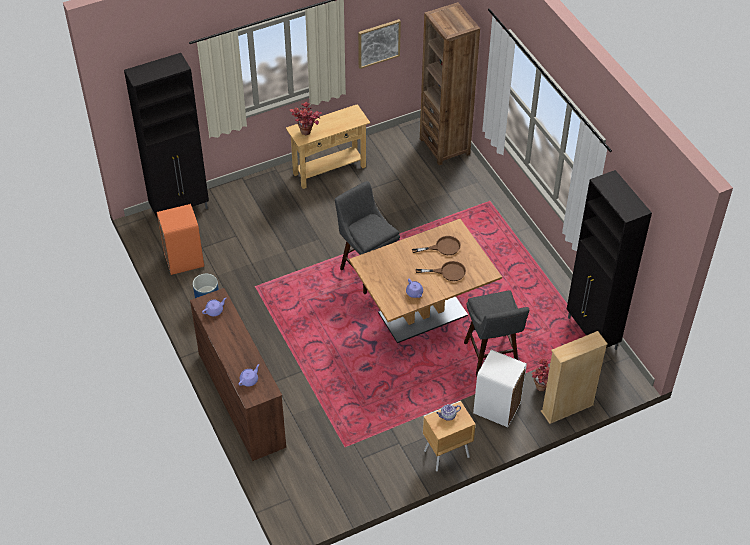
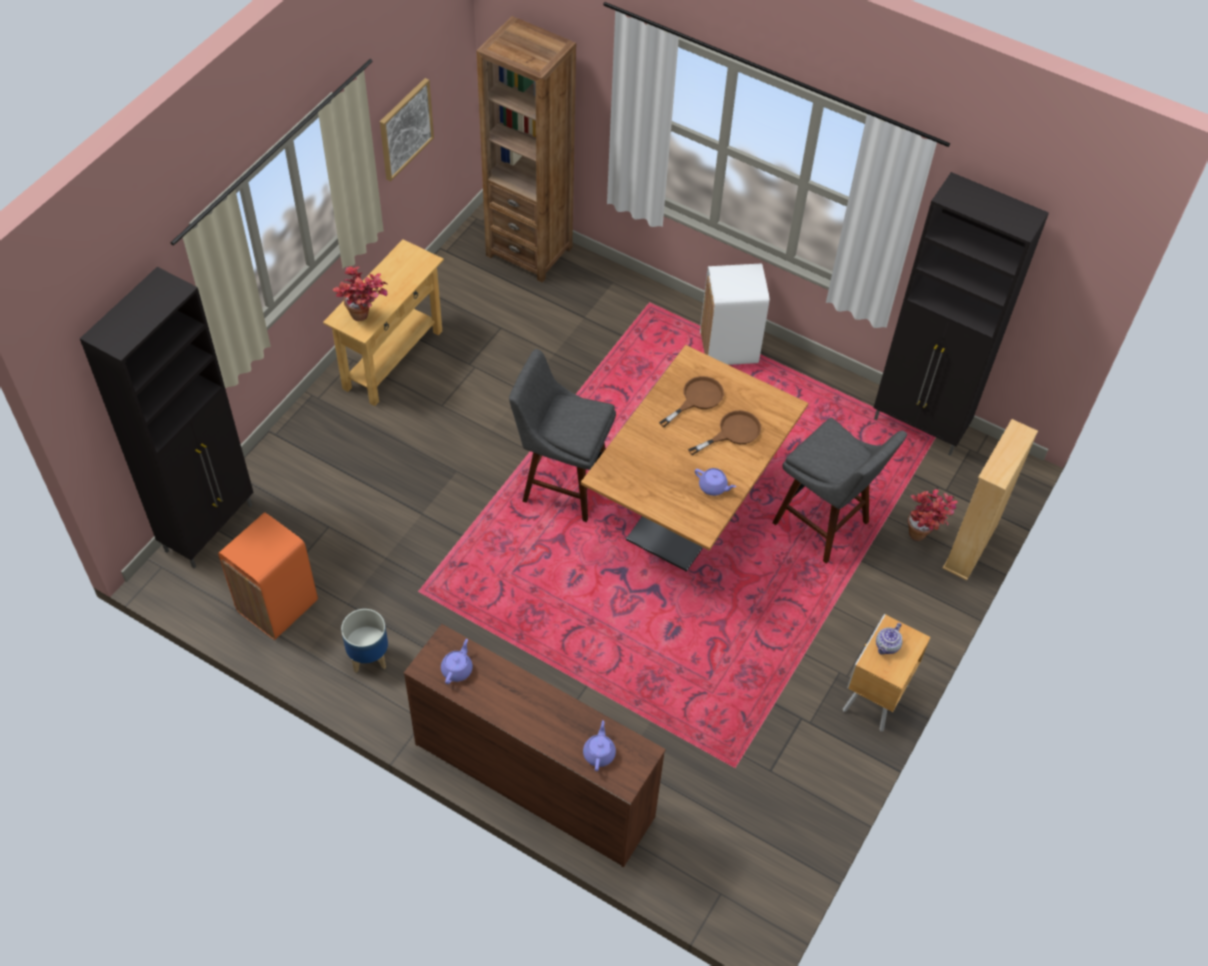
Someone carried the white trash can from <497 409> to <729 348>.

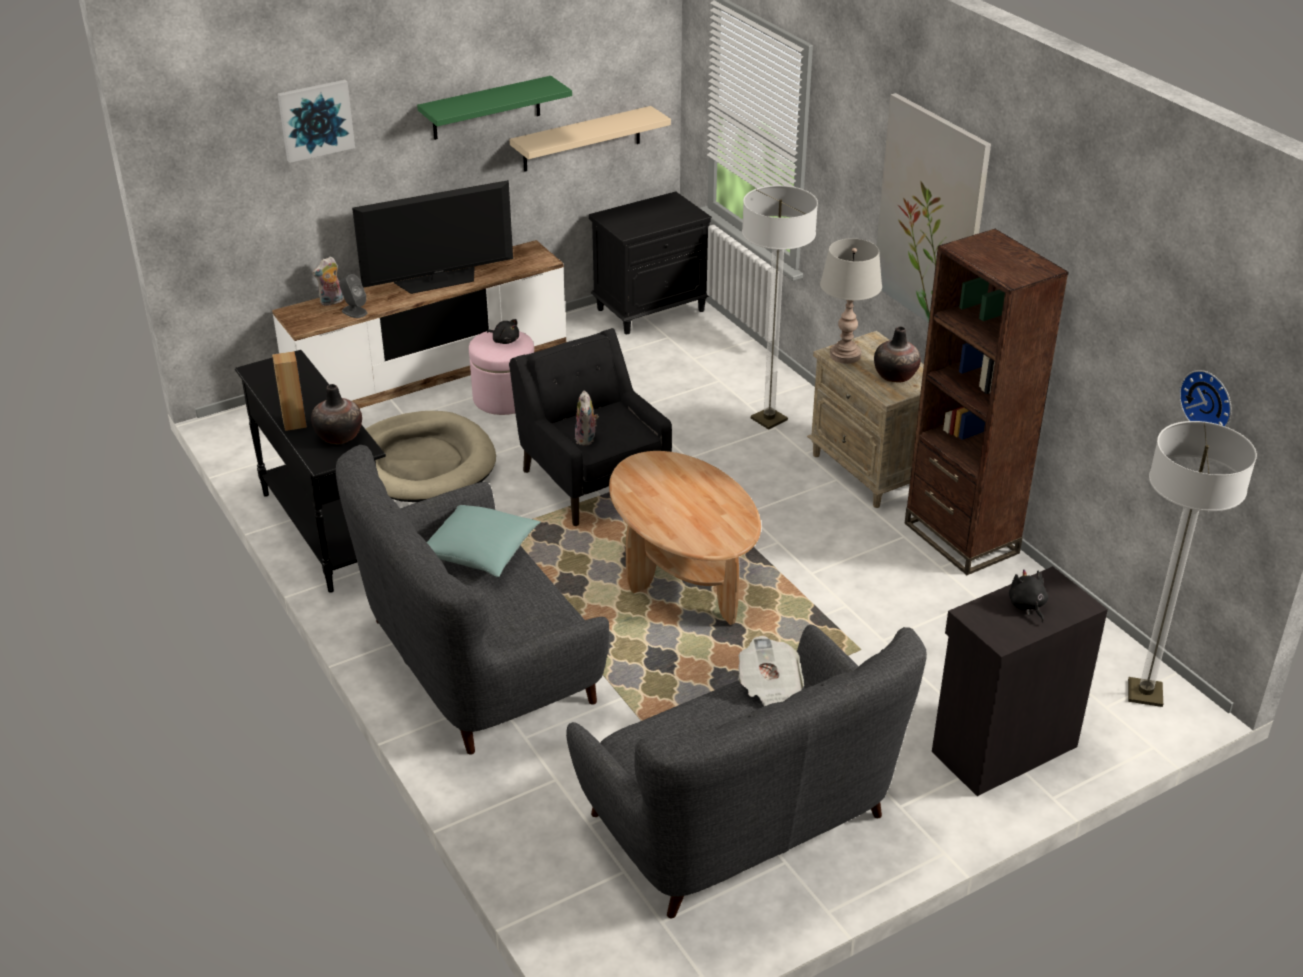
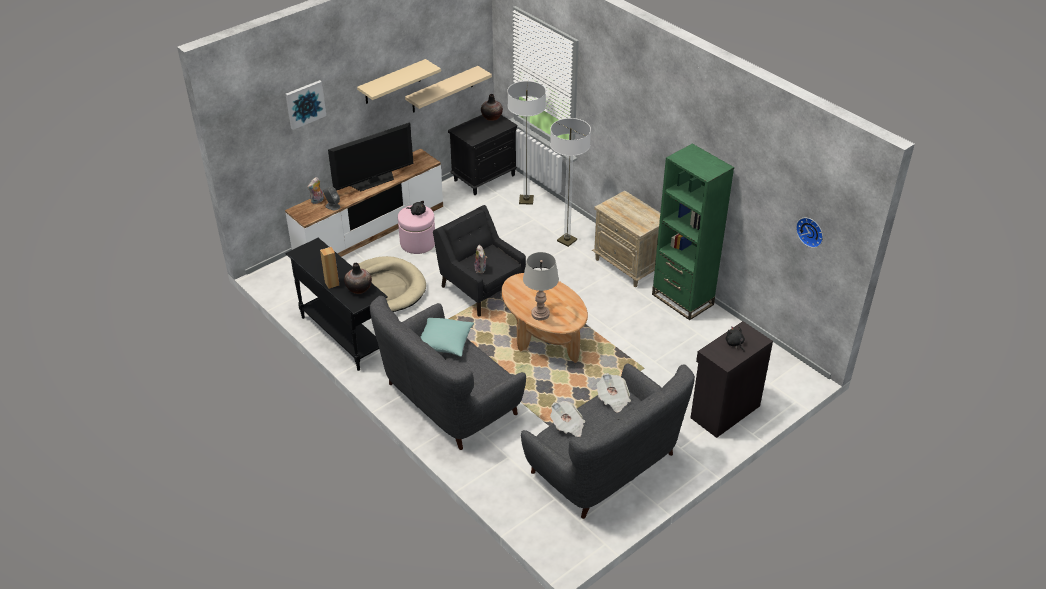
Someone repainted the green shelf at <486 108>, which became the beige shelf at <392 82>.
Someone carried the vase from <895 375> to <491 117>.
Someone carried the floor lamp from <1145 693> to <526 200>.
Someone carried the grey table lamp from <845 355> to <540 314>.
Someone put down the newspaper at <567 426>.
Someone repainted the brown bookcase at <961 538>, which became the green bookcase at <682 299>.
Someone took away the picture at <930 218>.

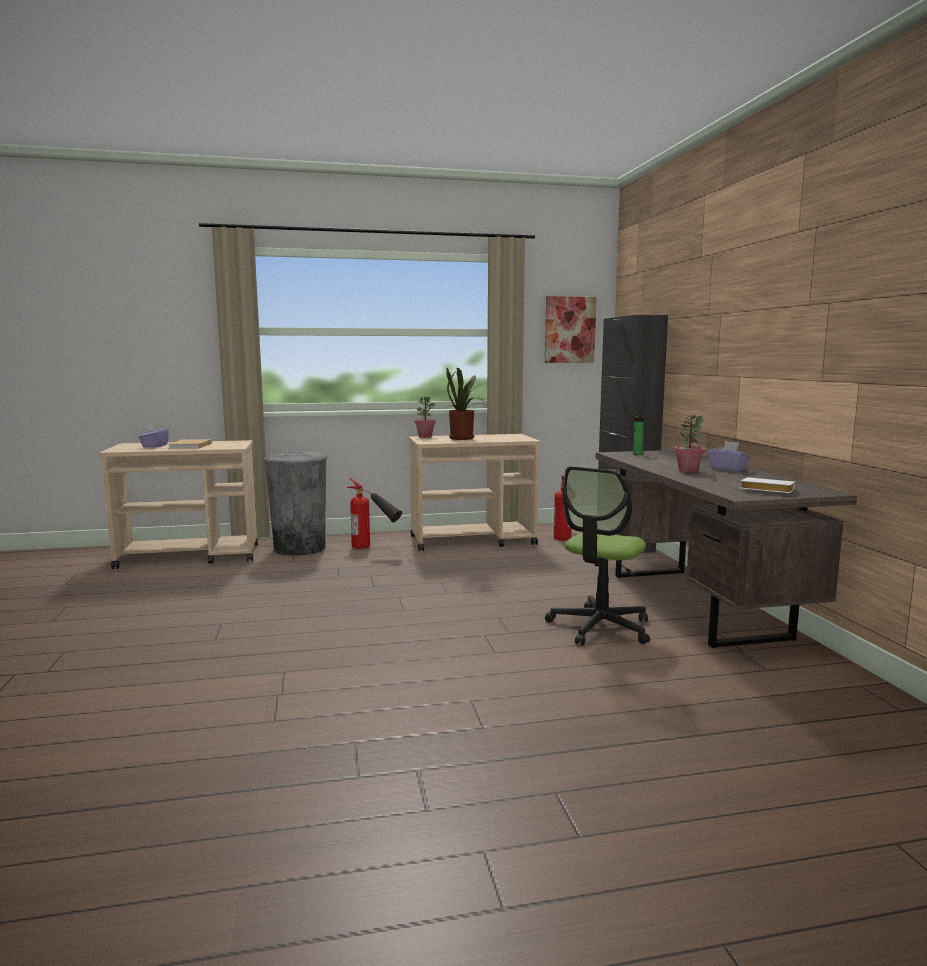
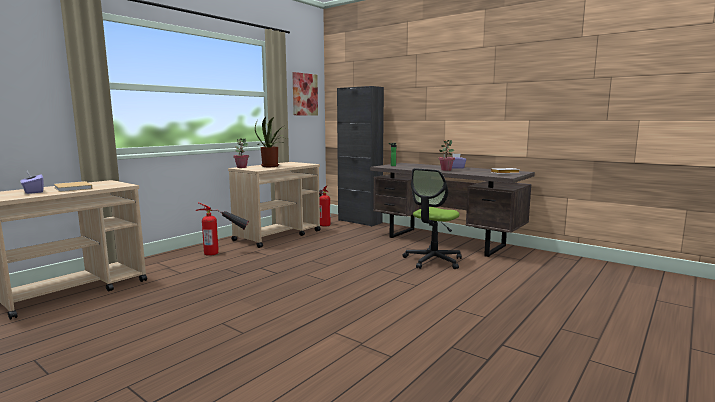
Someone rotated the office chair at <600 627> by 45 degrees clockwise.
Someone took away the grey trash can at <299 548>.

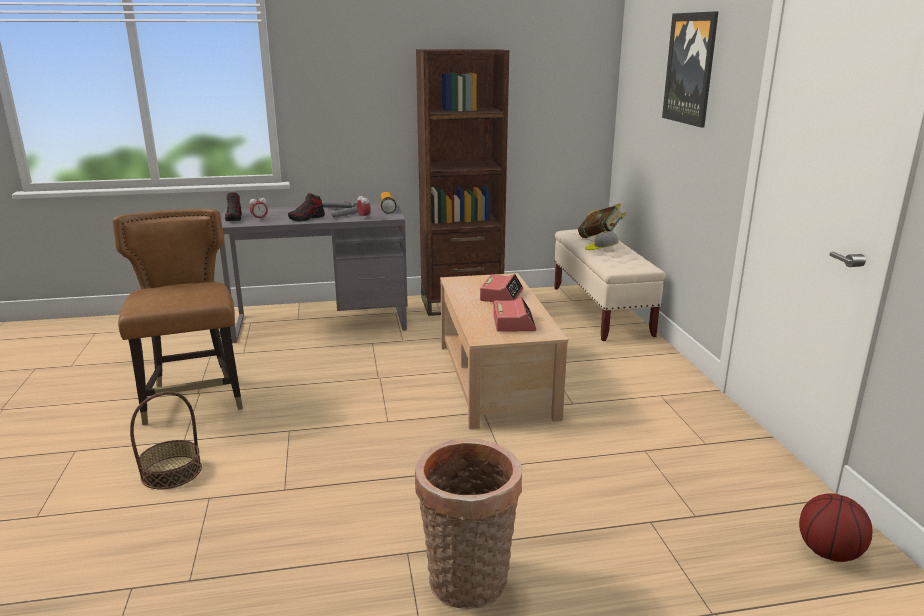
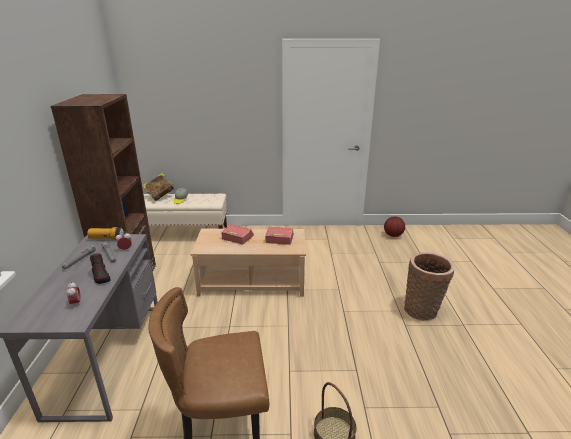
Someone took away the shoe at <234 218>.
Someone took away the picture at <690 68>.

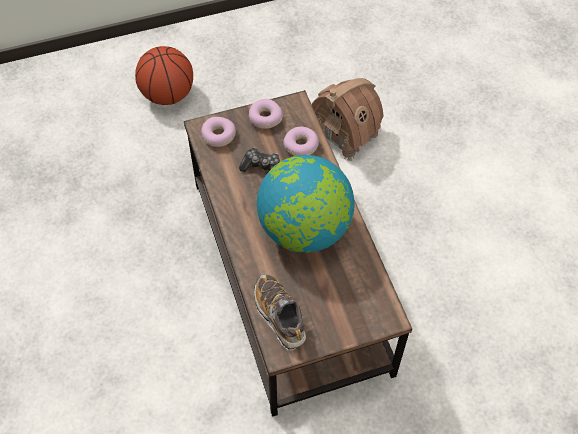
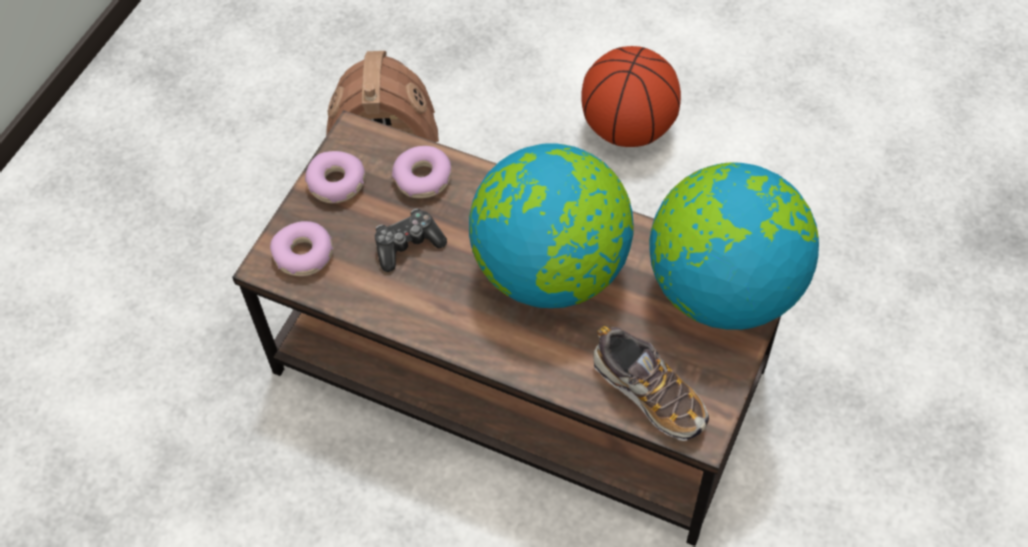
Someone carried the basketball from <167 95> to <628 129>.
Someone rotated the shoe at <279 316> by 150 degrees counterclockwise.
Someone put down the globe at <723 289>.

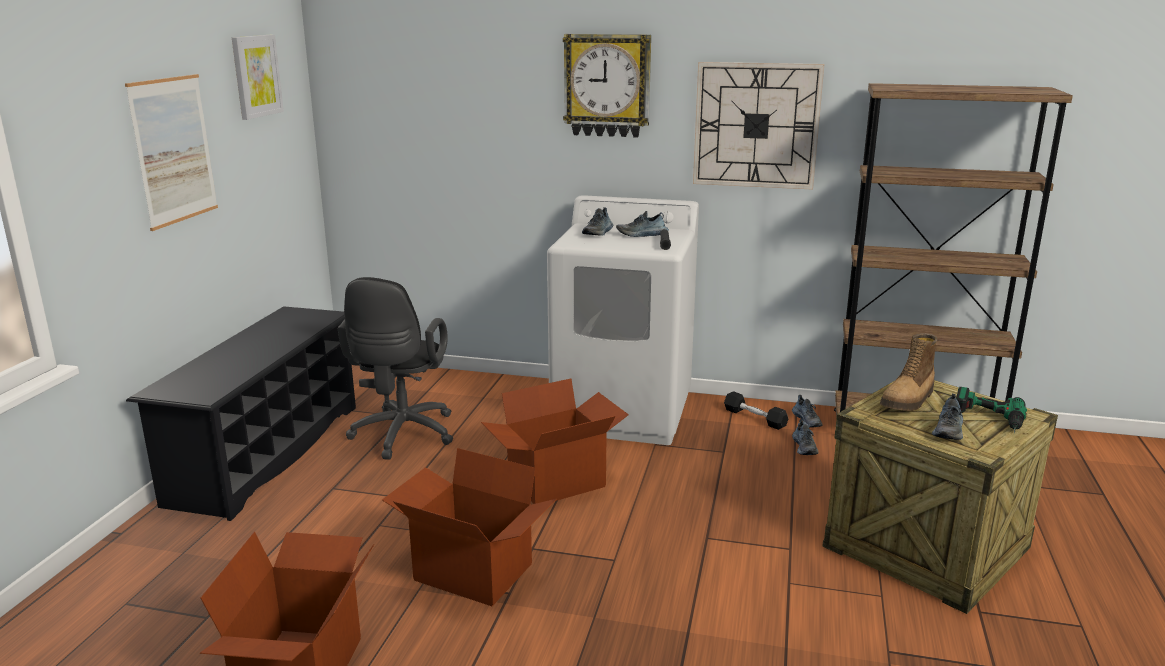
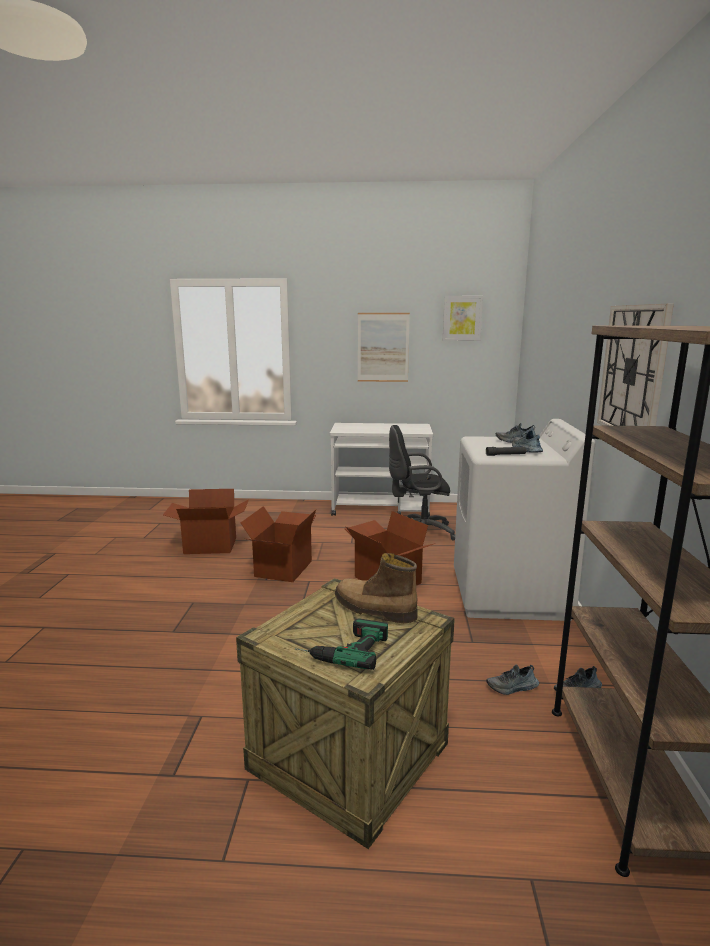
Someone swapped the black shoe rack at <266 453> for the white cart at <381 509>.
Someone took away the wall clock at <607 85>.
Someone took away the black dumbbell at <754 418>.
Someone took away the shoe at <949 430>.

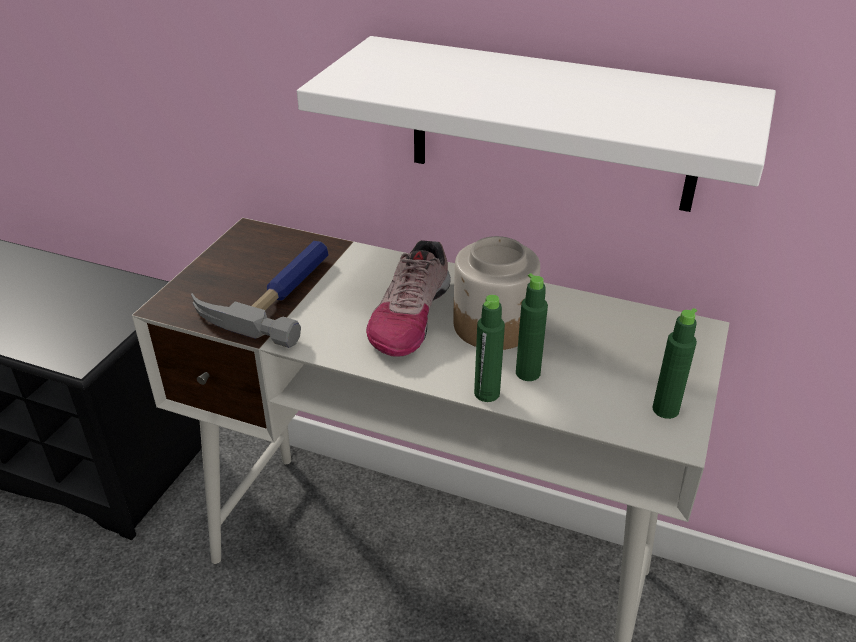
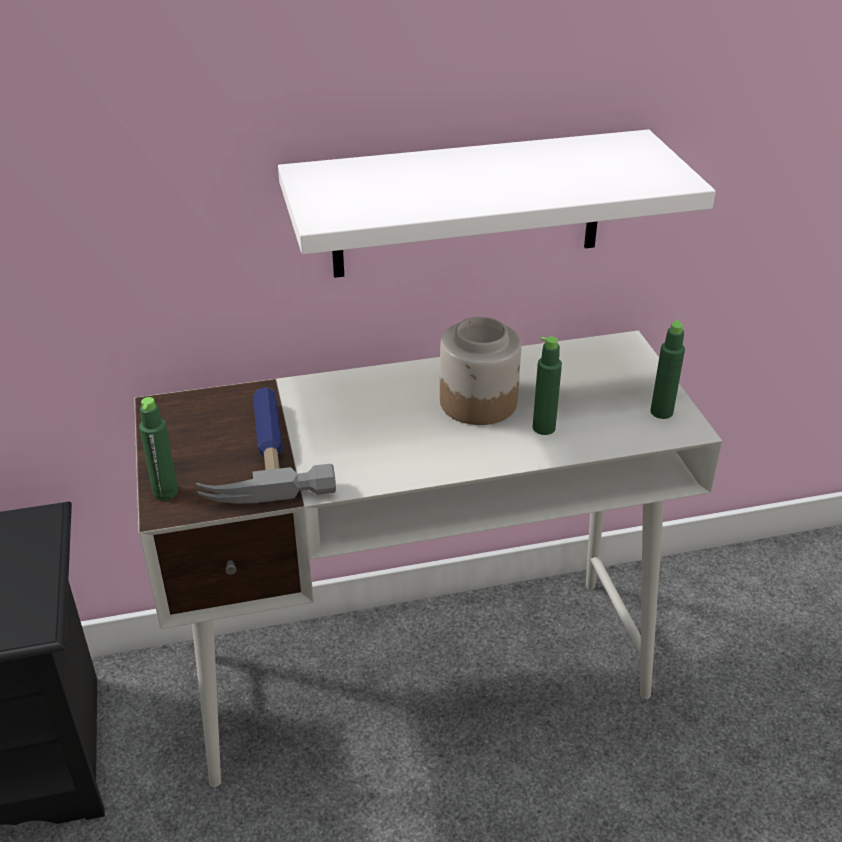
Someone carried the green bottle from <487 393> to <165 492>.
Someone took away the shoe at <409 315>.

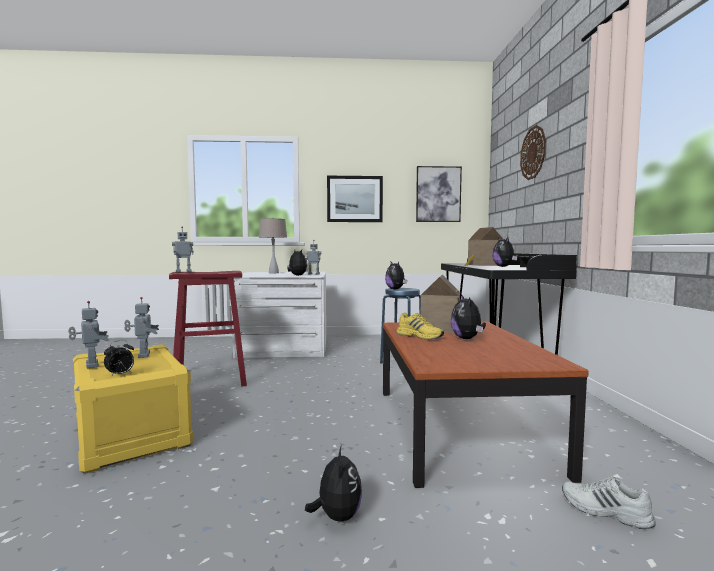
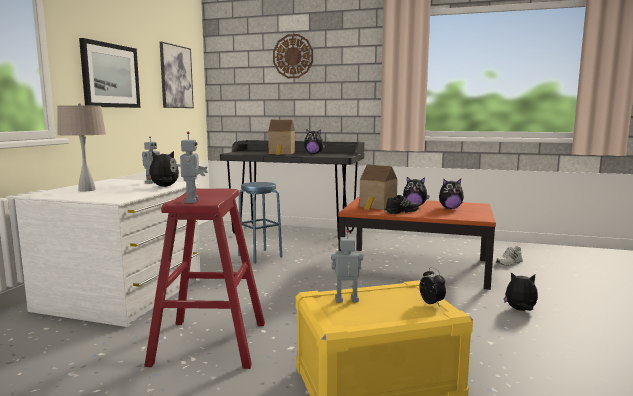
Someone repainted the yellow shoe at <420 336>, which became the black shoe at <401 211>.
Someone carried the plush toy from <396 289> to <450 208>.
Someone took away the toy robot at <90 365>.

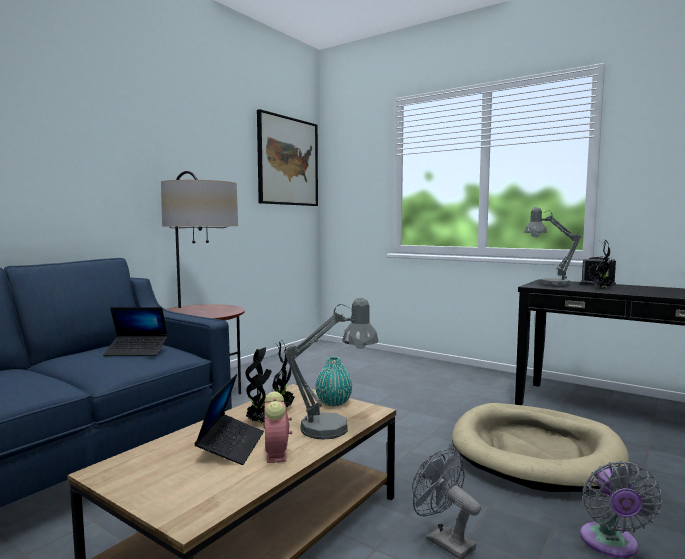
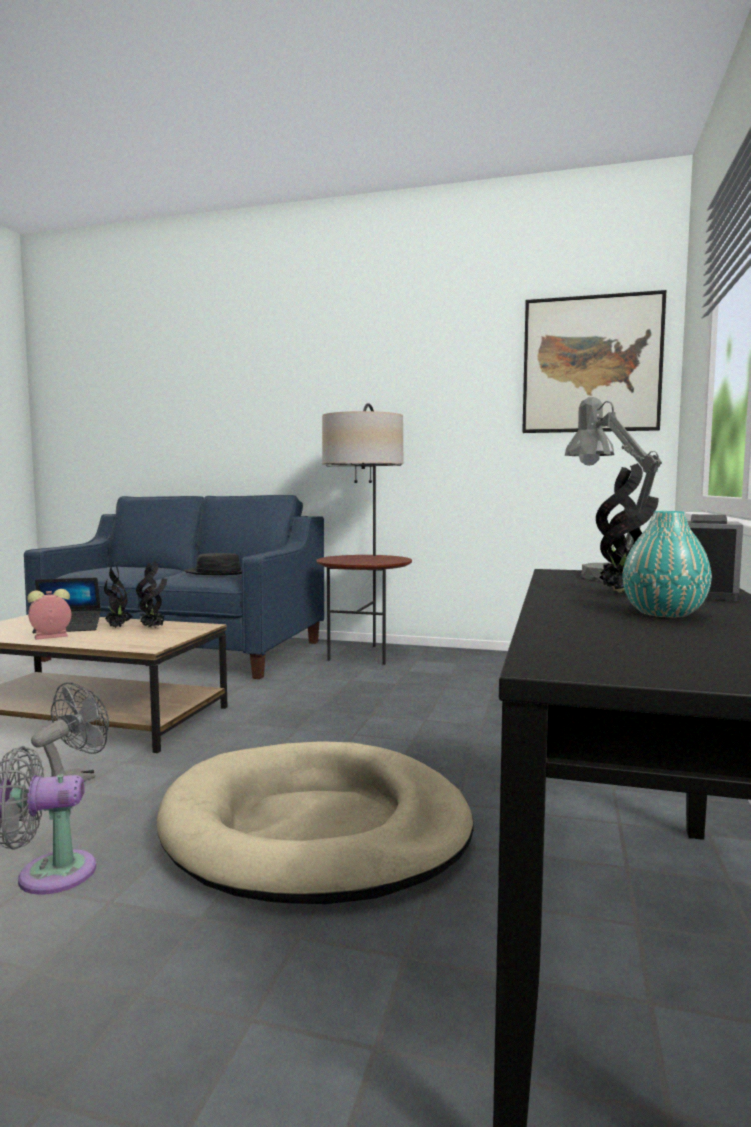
Someone swapped the laptop at <137 351> for the black hat at <218 572>.
Someone carried the turquoise vase from <334 403> to <664 613>.
Someone took away the grey table lamp at <335 428>.

